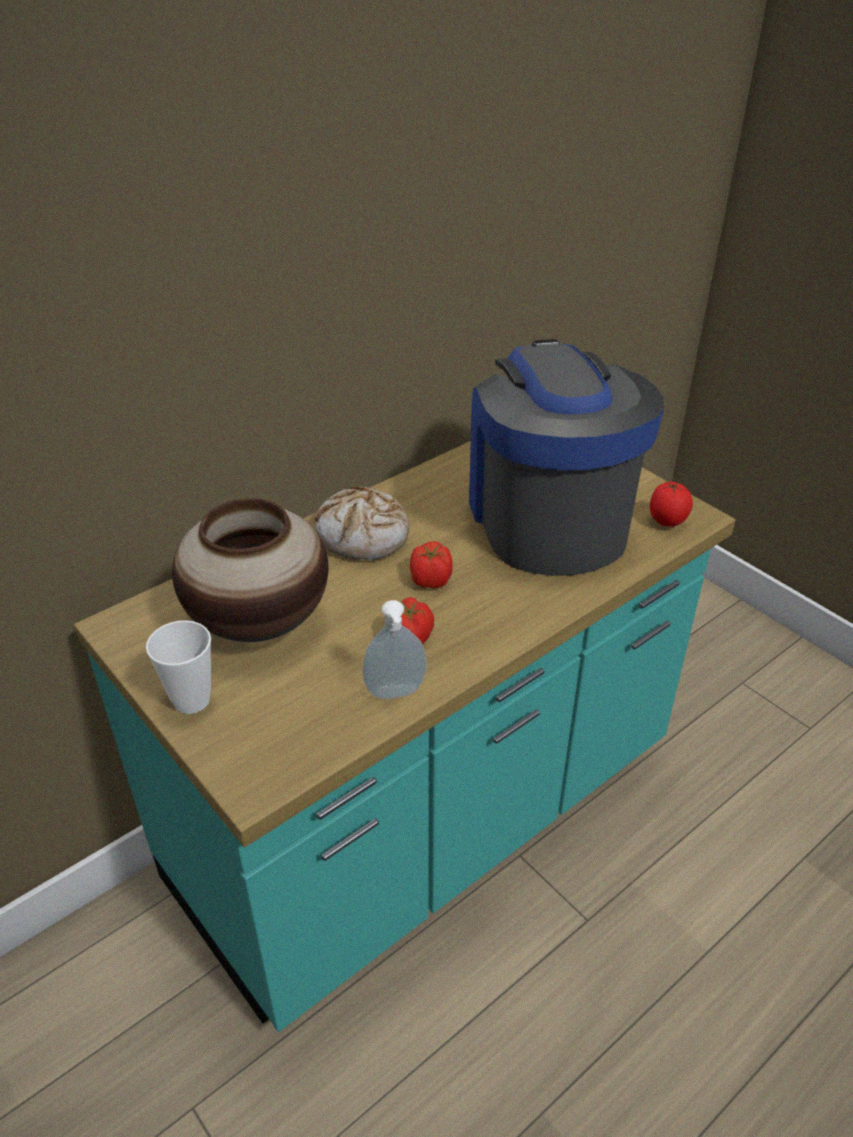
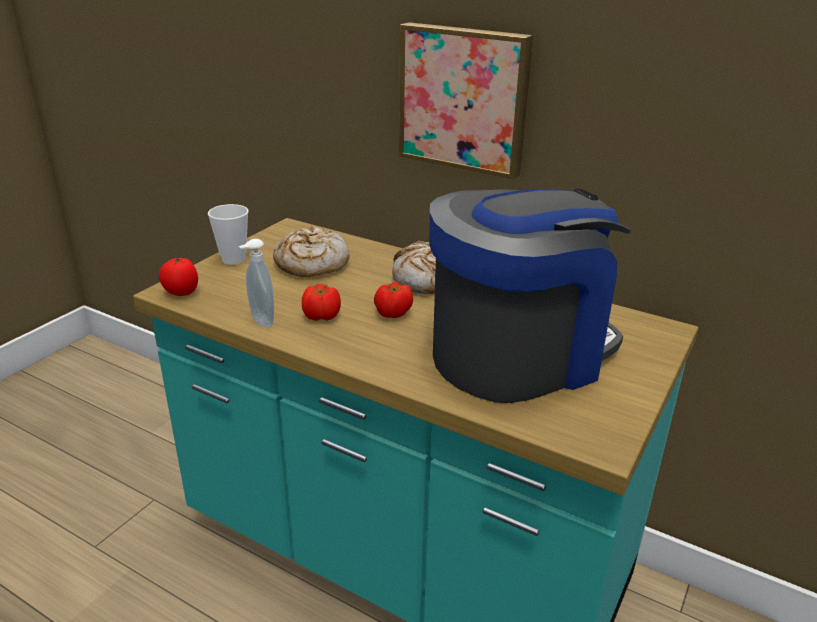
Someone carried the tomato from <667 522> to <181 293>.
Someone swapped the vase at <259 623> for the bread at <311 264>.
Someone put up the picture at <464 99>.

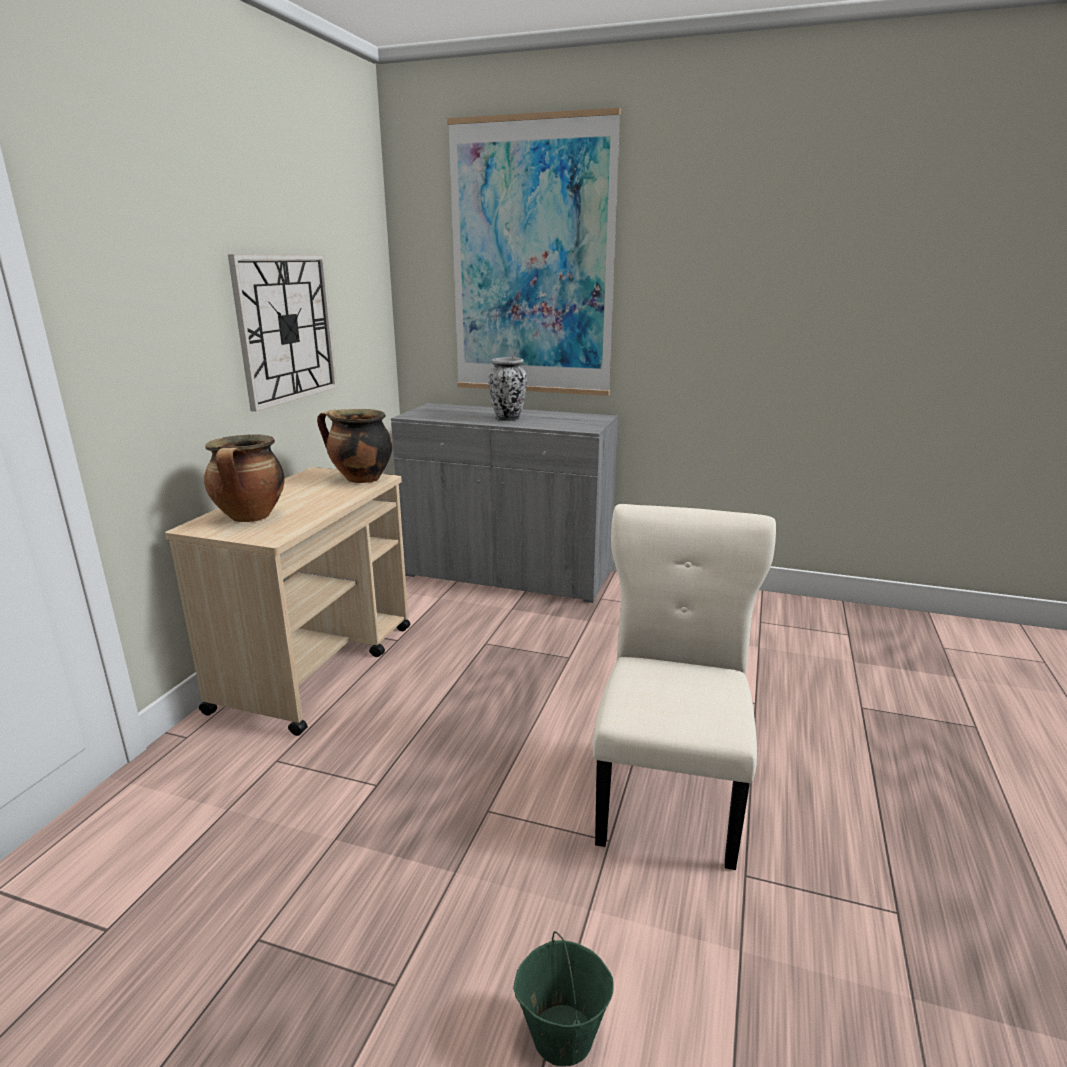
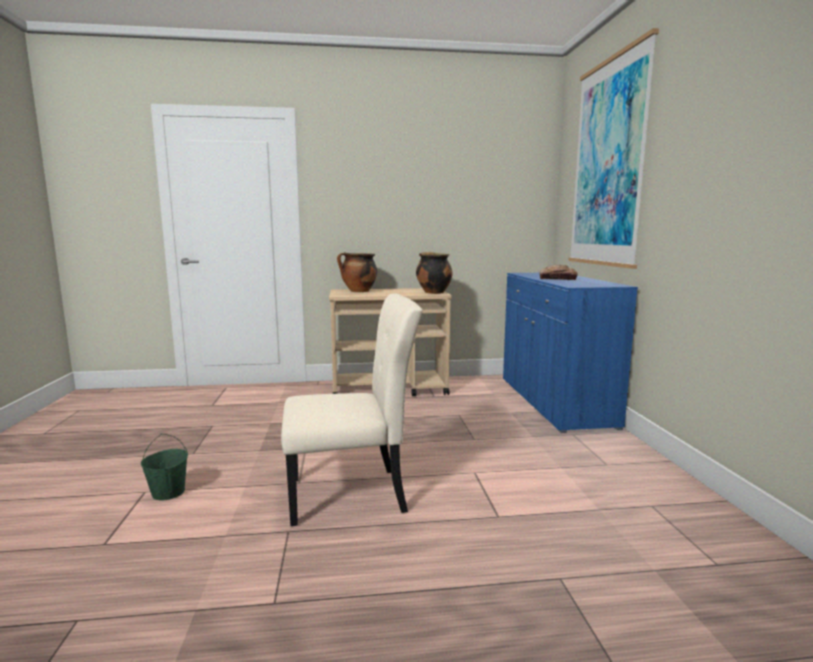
Someone repainted the grey cabinet at <507 574>, which became the blue cabinet at <554 402>.
Someone swapped the vase at <508 419> for the bread at <557 279>.
Someone took away the wall clock at <286 329>.

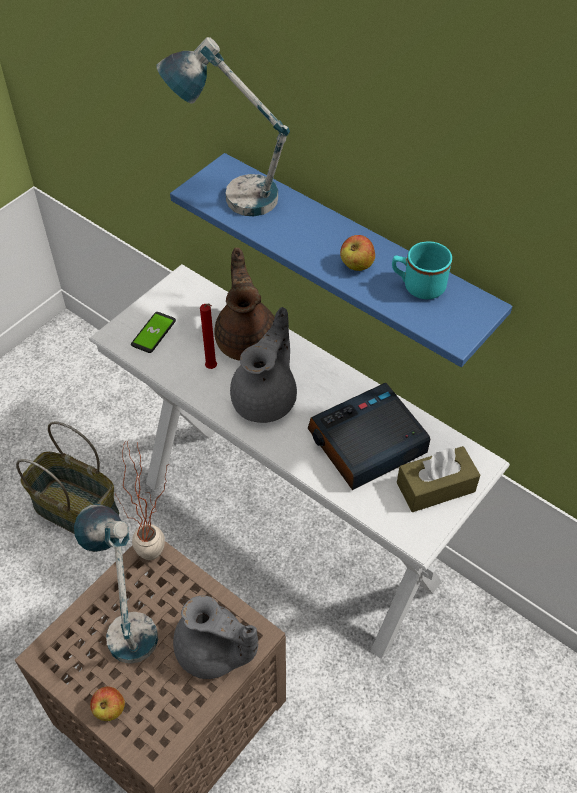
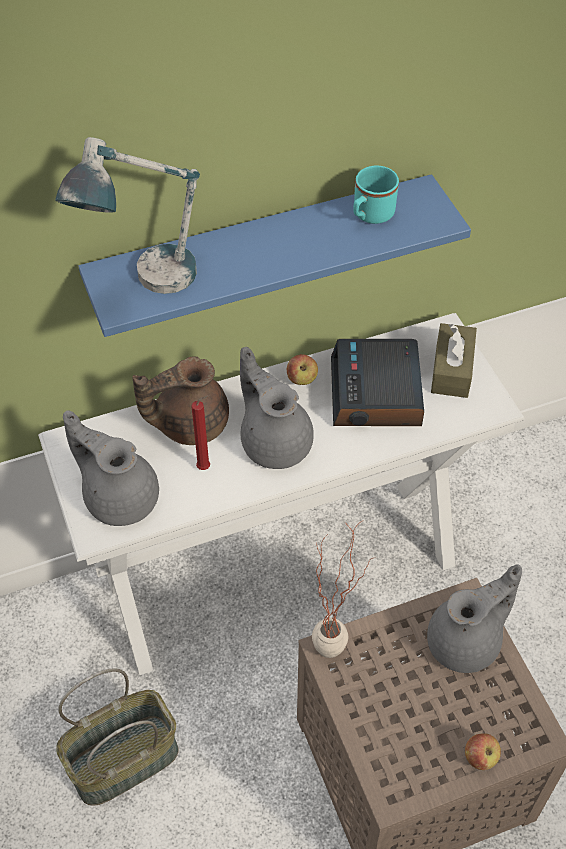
Someone swapped the phone at <153 333> for the grey teapot at <119 497>.
Someone rotated the brown teapot at <247 339> by 45 degrees counterclockwise.
Someone carried the apple from <356 265> to <302 379>.
Someone took away the table lamp at <127 619>.

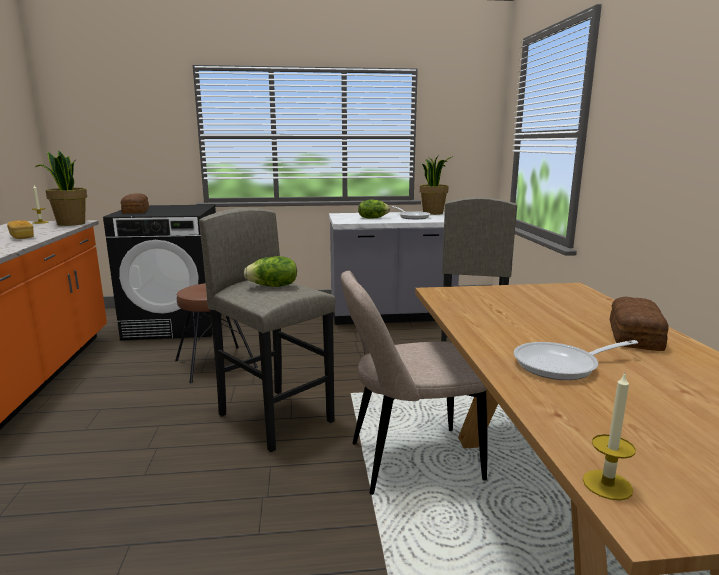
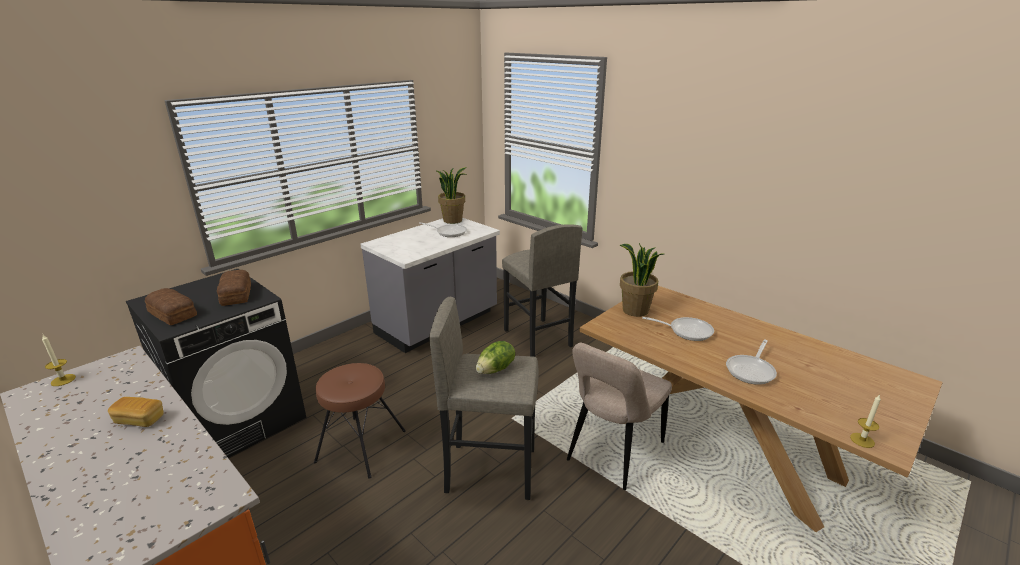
Someone carried the bread from <633 336> to <235 295>.
Someone carried the potted plant from <70 224> to <635 310>.
Someone put down the frying pan at <686 331>.
Someone took away the lettuce at <372 218>.

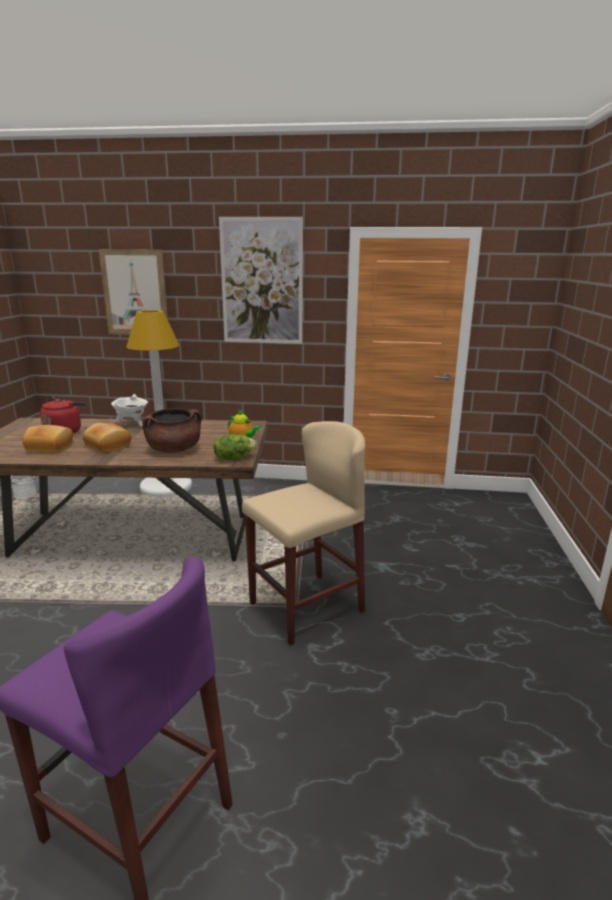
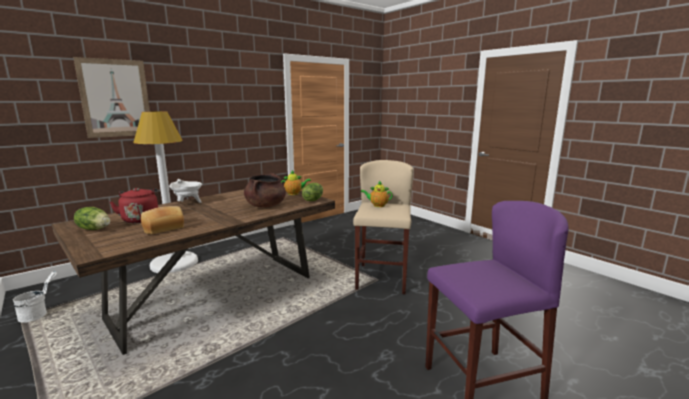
Someone put down the lettuce at <94 229>.
Someone put down the teapot at <377 205>.
Someone took away the bread at <107 446>.
Someone took away the picture at <262 282>.

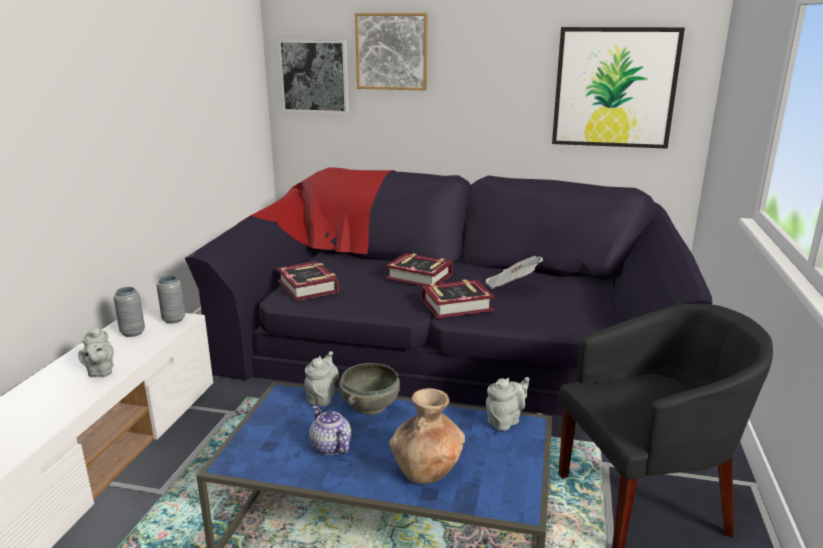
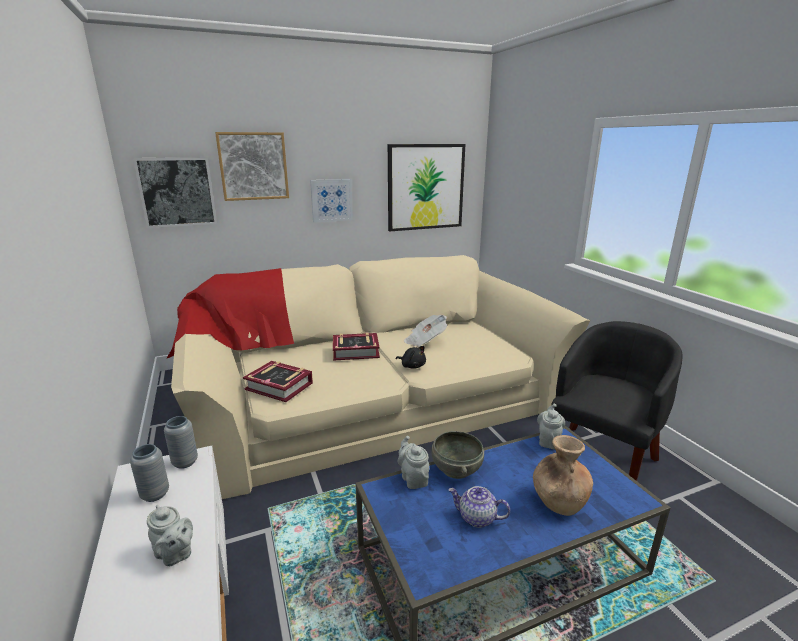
Someone repainted the black sofa at <450 332>, which became the beige sofa at <369 388>.
Someone put up the picture at <331 200>.
Someone swapped the book at <457 305> for the black plush toy at <412 366>.

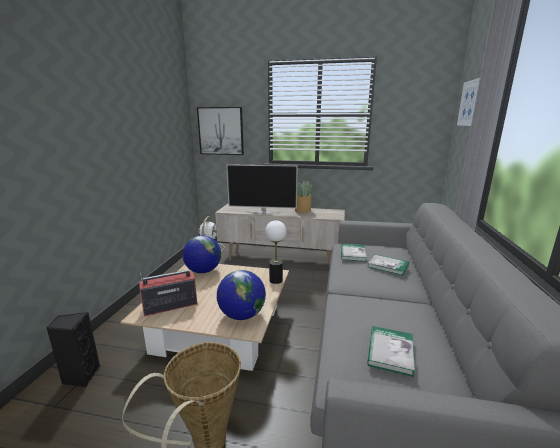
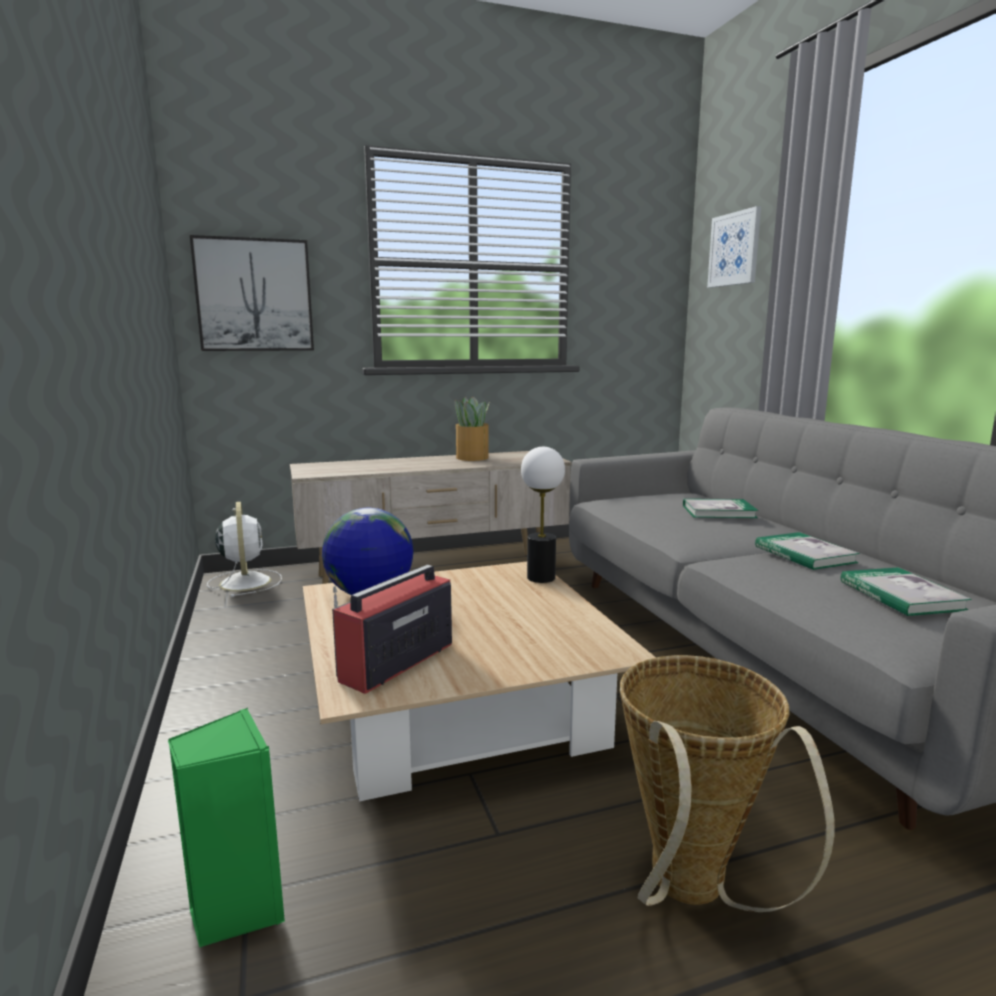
Someone repainted the black speaker at <81 376>, which became the green speaker at <236 909>.
Someone carried the book from <352 254> to <804 554>.
Someone took away the globe at <242 315>.
Someone took away the television at <262 212>.

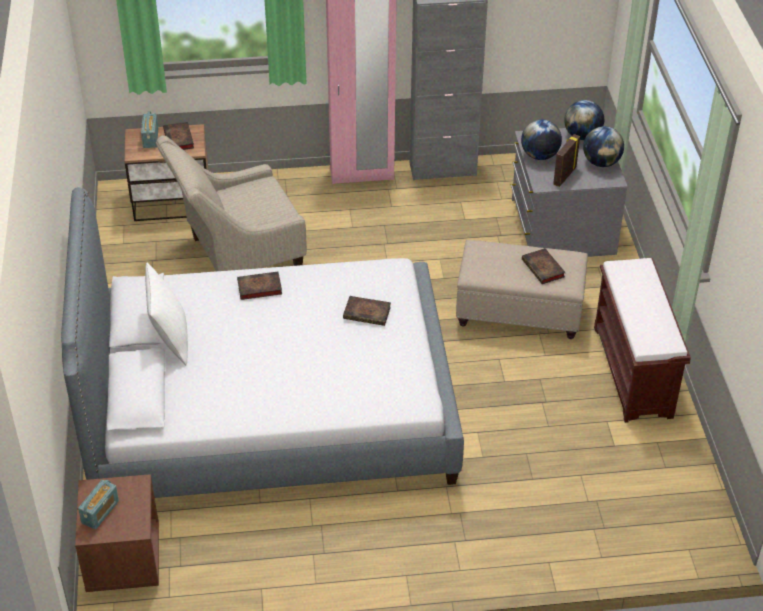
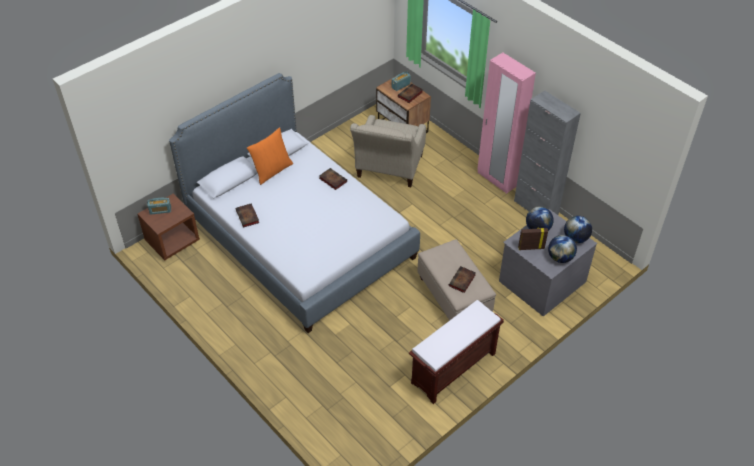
Someone carried the book from <368 313> to <248 217>.
Someone repainted the white pillow at <170 339>, which became the orange pillow at <272 170>.
Someone rotated the beige armchair at <237 257> by 105 degrees counterclockwise.

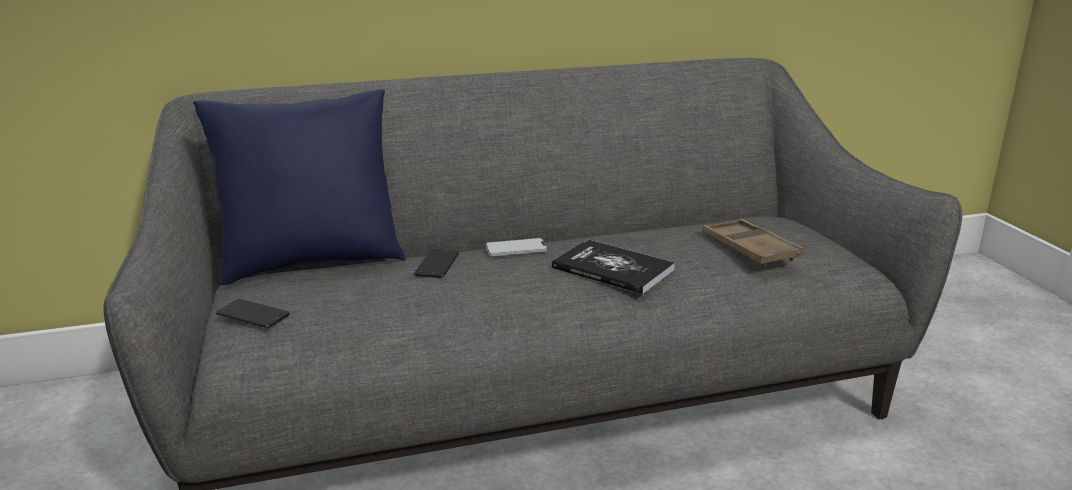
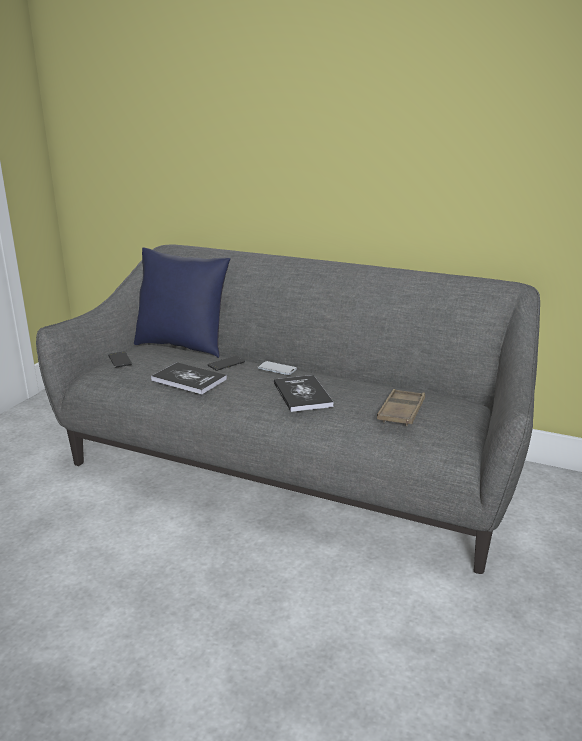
Someone put down the book at <189 379>.

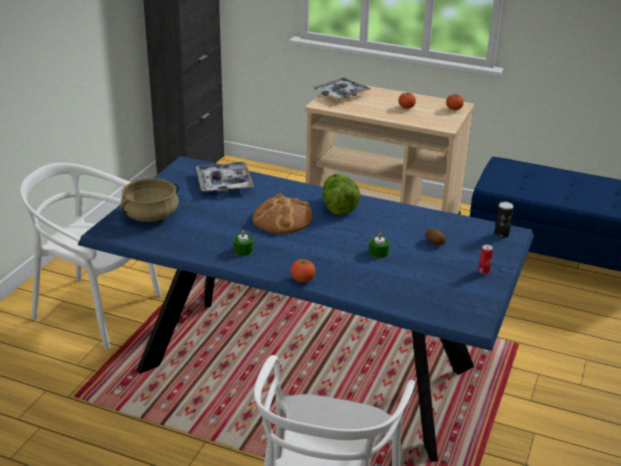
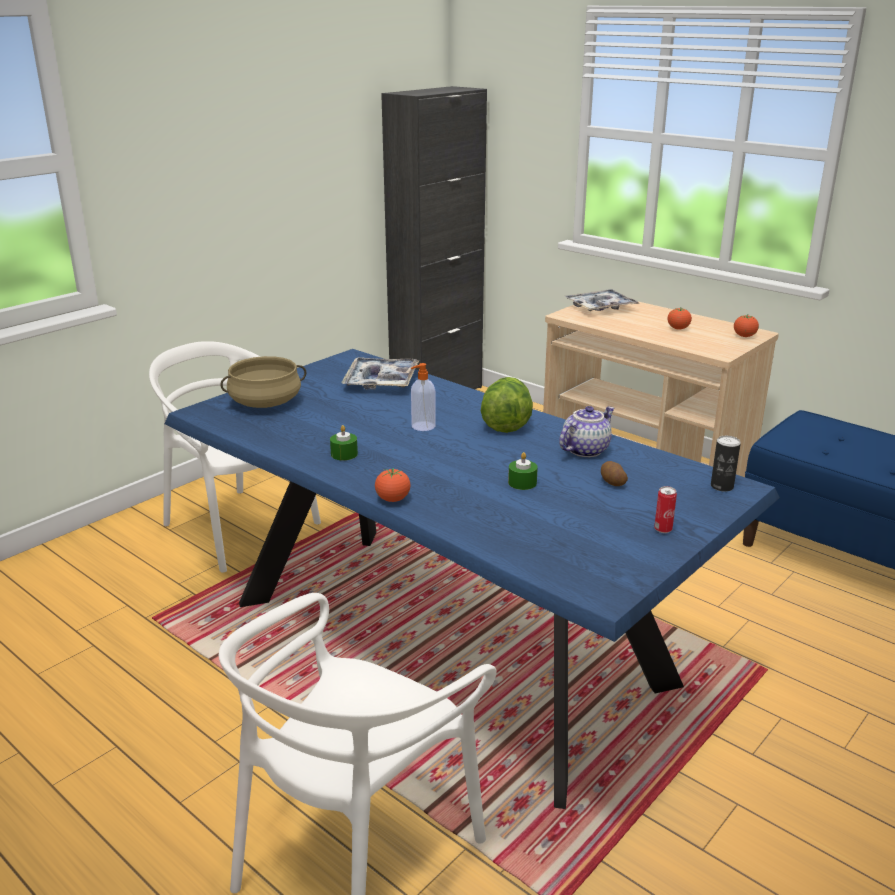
Someone swapped the bread at <282 218> for the soap dispenser at <422 426>.
Someone put down the teapot at <584 450>.

